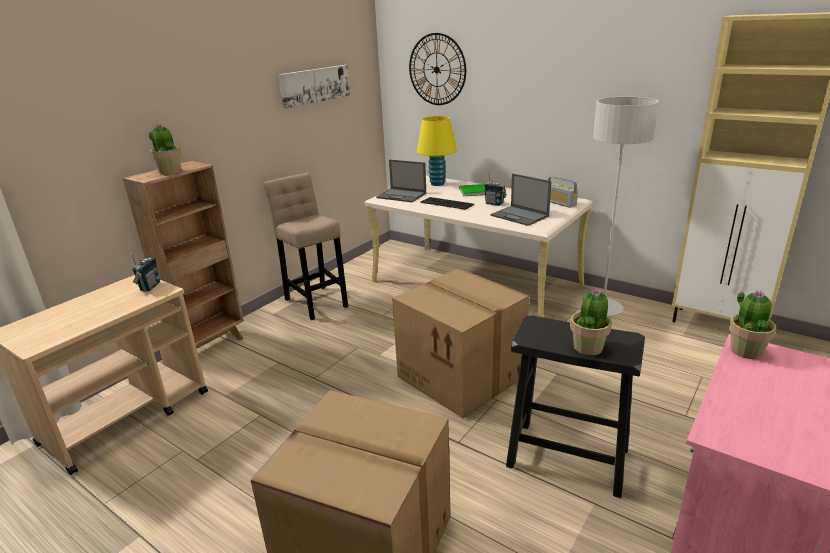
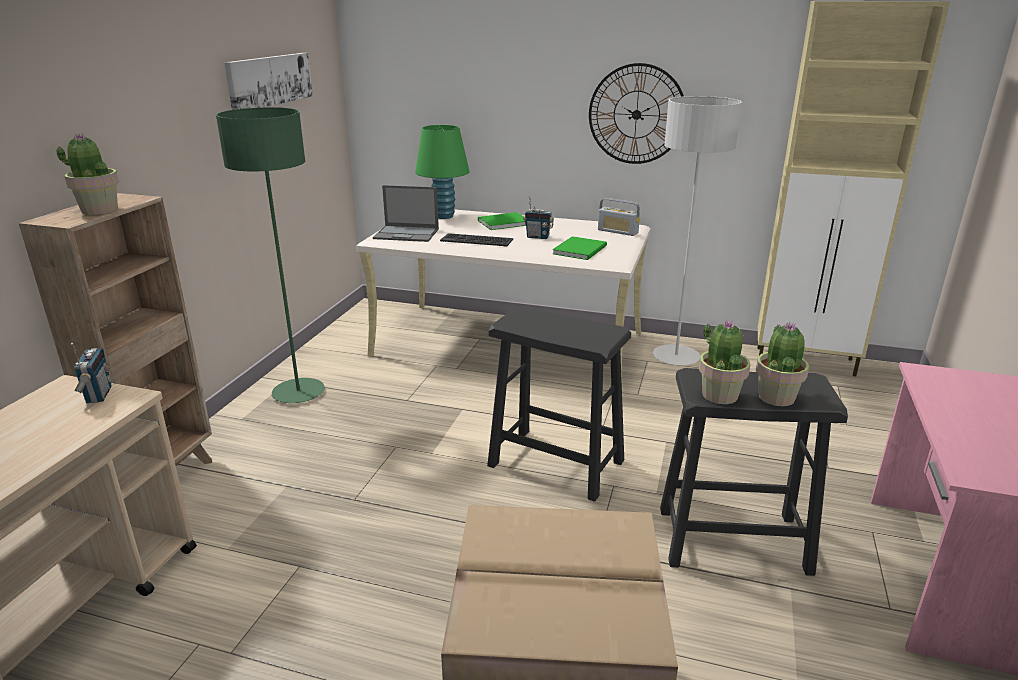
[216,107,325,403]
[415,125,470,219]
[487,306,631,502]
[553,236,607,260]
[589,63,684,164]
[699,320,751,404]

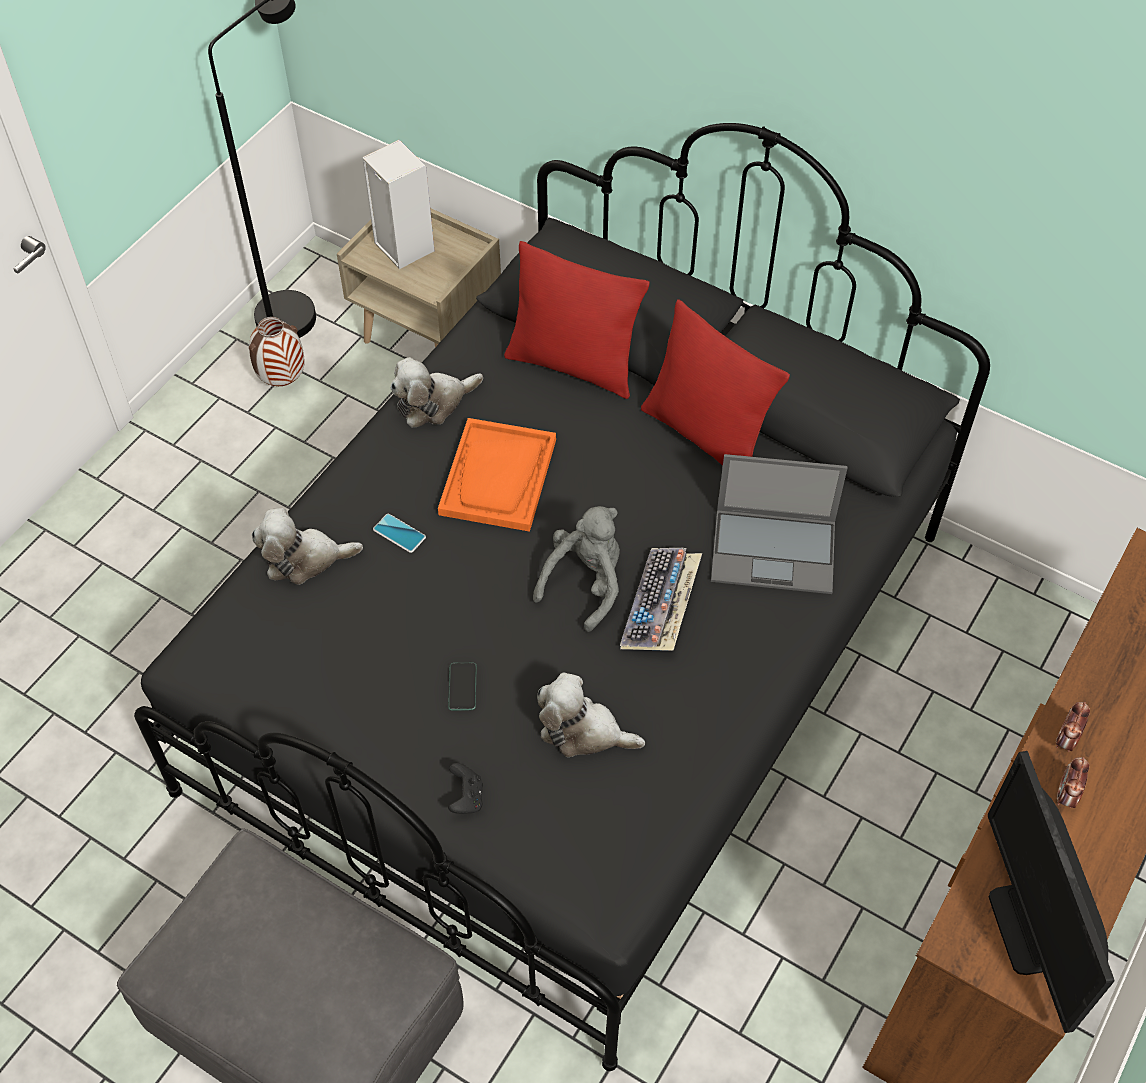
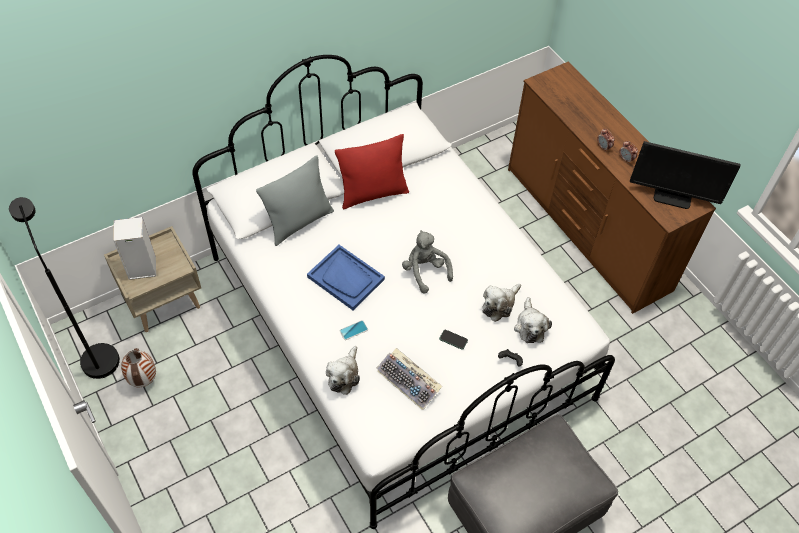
[192,55,615,529]
[256,155,334,246]
[307,245,385,310]
[377,348,442,410]
[514,297,552,343]
[711,454,848,594] (first image)

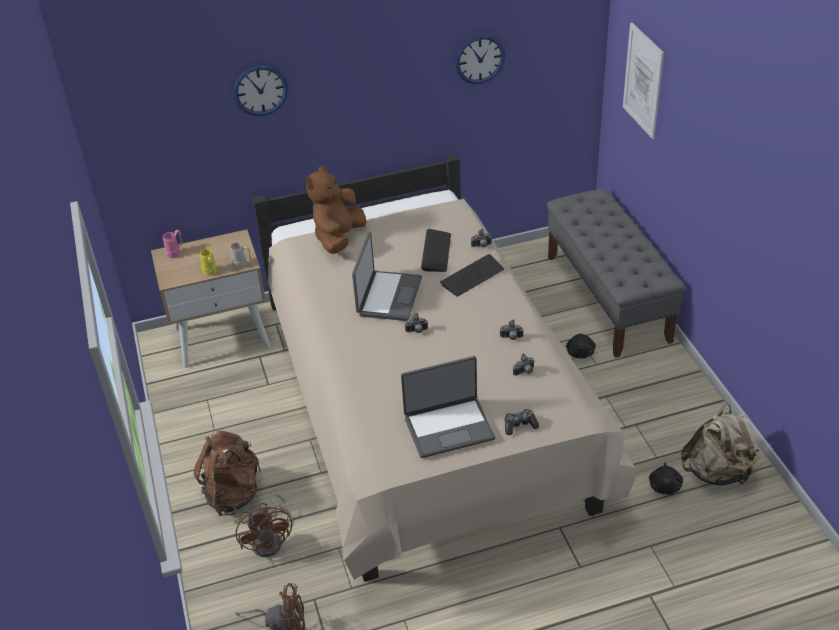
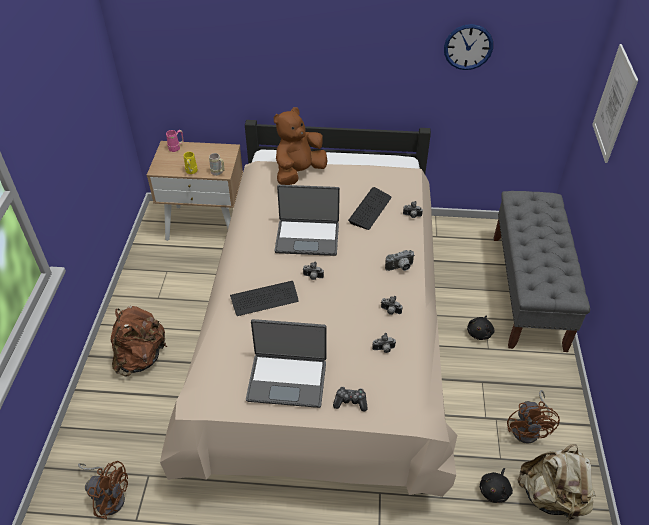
[230,281,299,316]
[275,185,340,256]
[385,250,415,271]
[507,390,560,444]
[234,66,288,116] (first image)

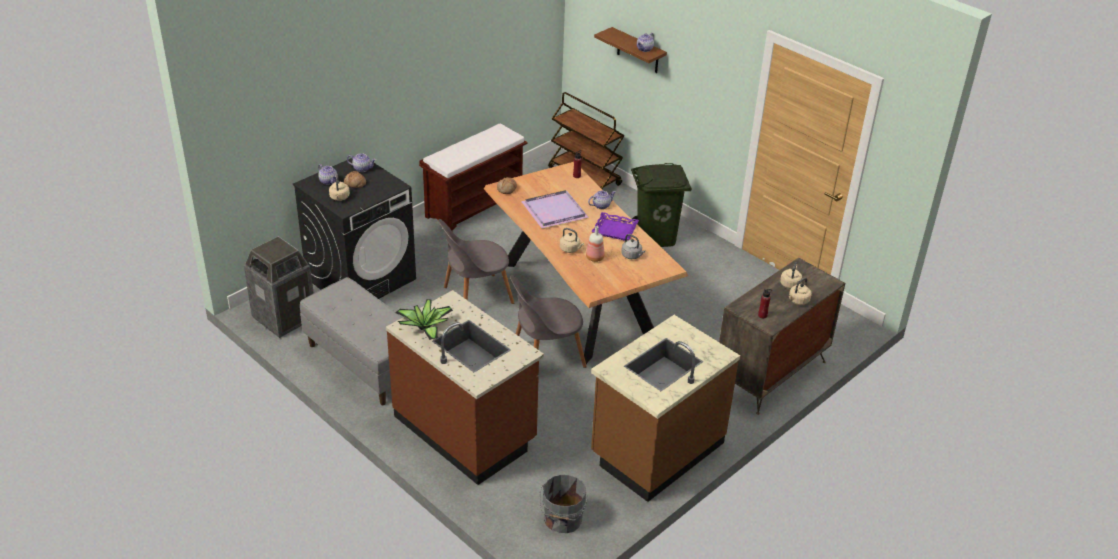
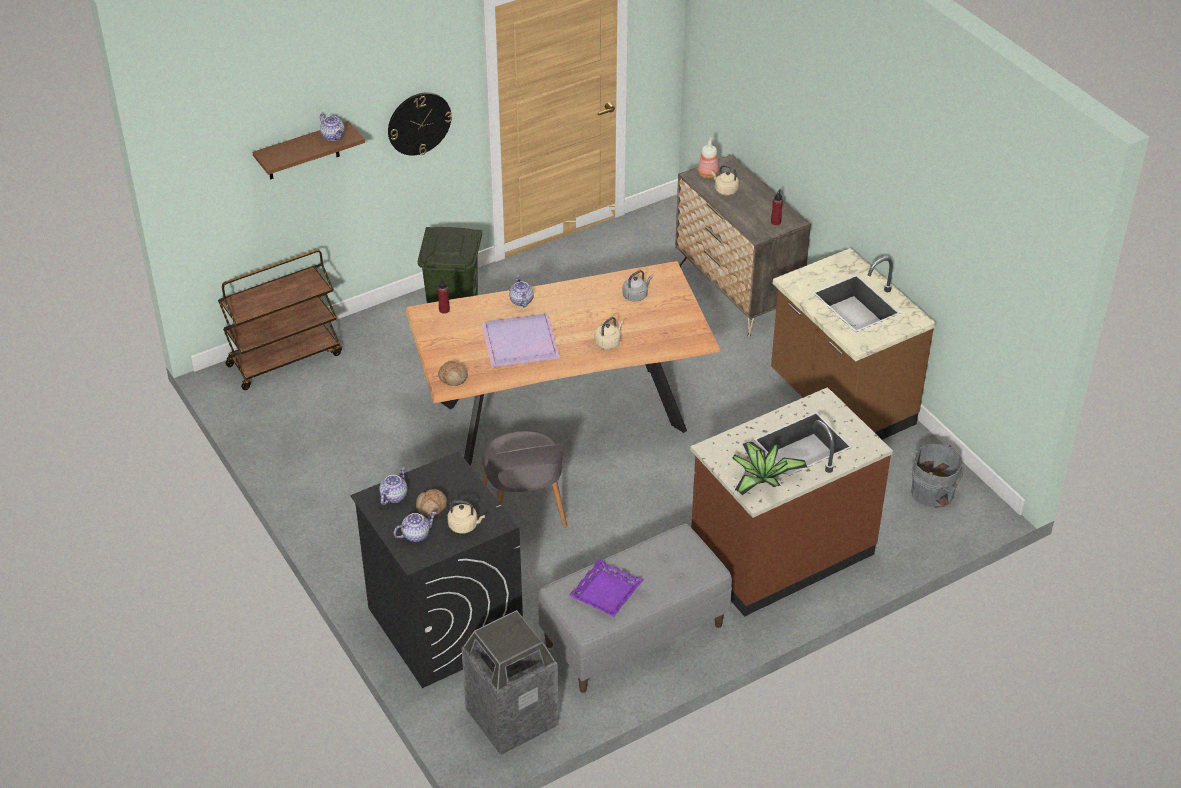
[388,92,452,156]
[568,559,643,617]
[698,137,719,179]
[419,123,528,231] (first image)
[510,275,587,368] (first image)
[789,278,812,305] (first image)

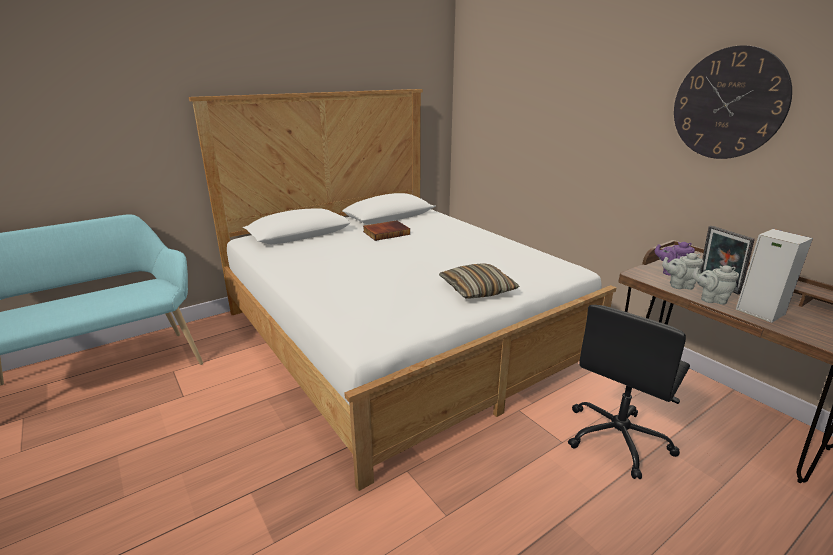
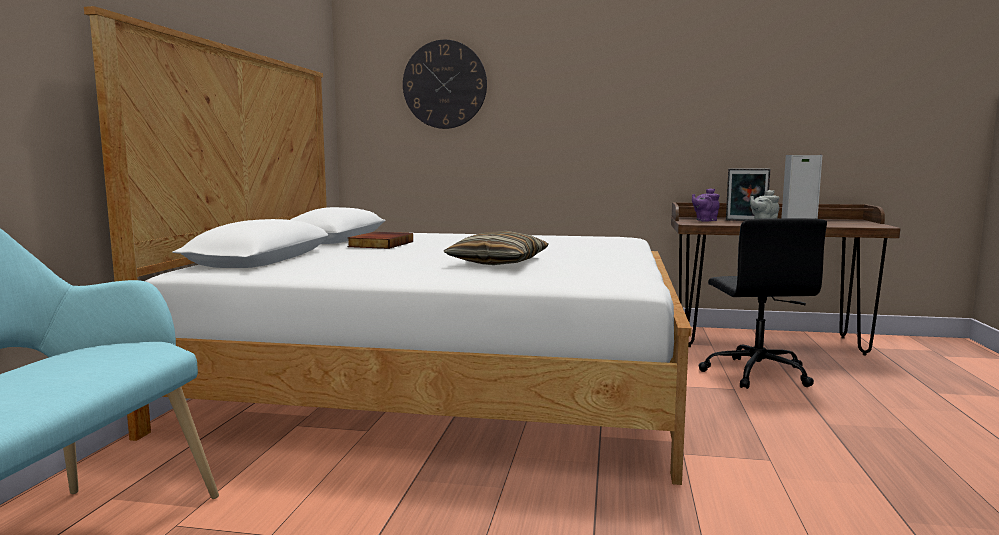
[403,40,487,129]
[443,231,549,265]
[662,253,704,290] (first image)

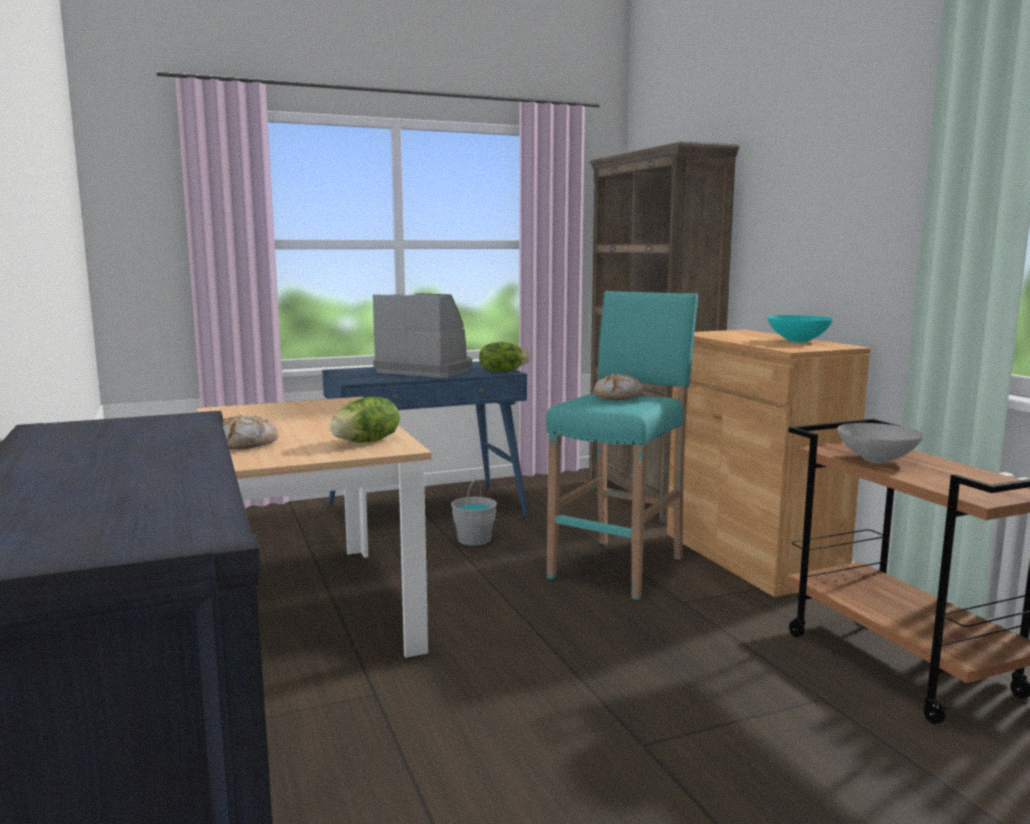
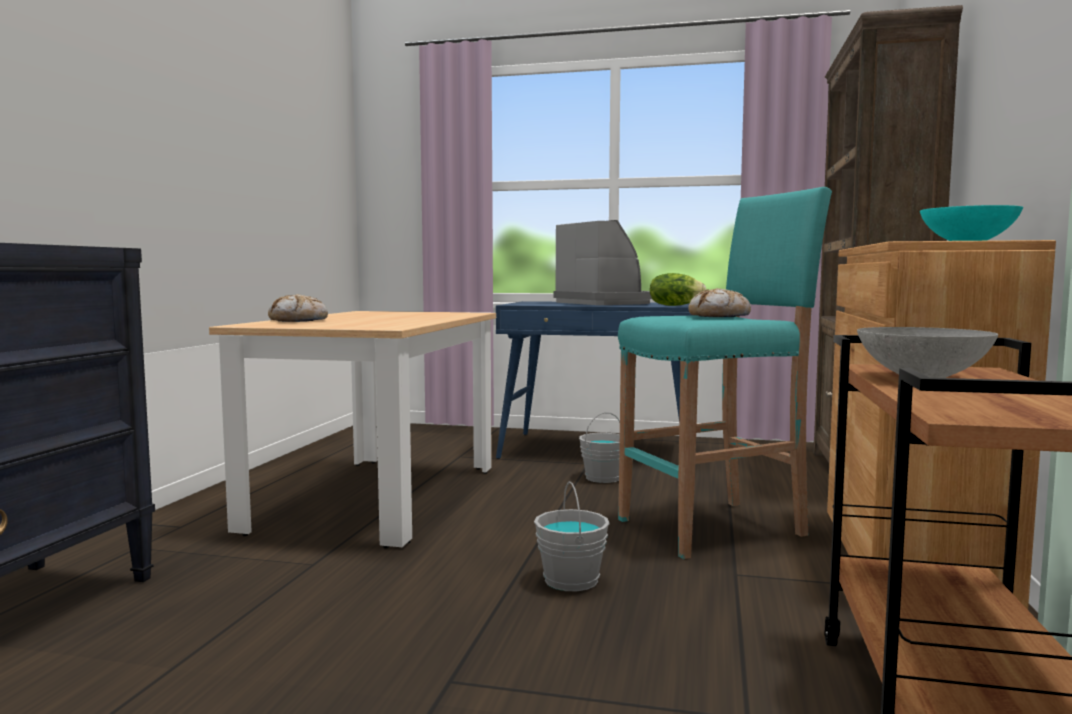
[534,481,610,591]
[330,397,400,443] (first image)

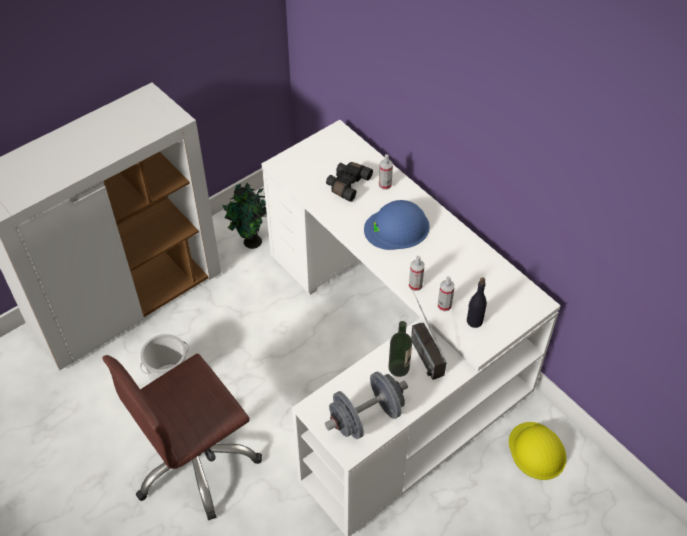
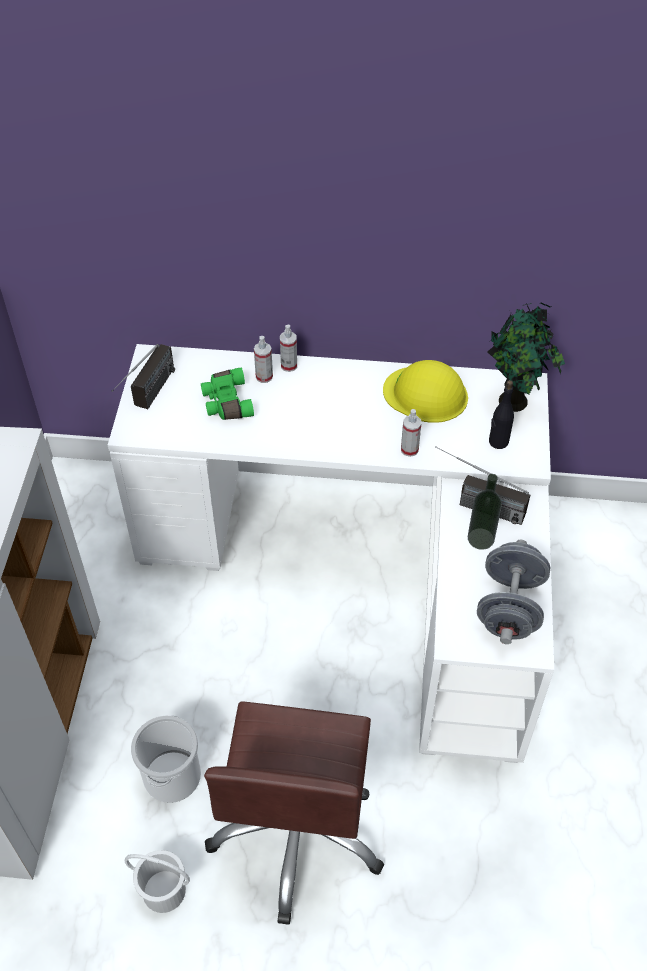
[112,344,175,409]
[125,850,190,913]
[201,367,254,420]
[280,325,297,372]
[383,360,468,423]
[488,303,565,412]
[364,200,430,250] (first image)

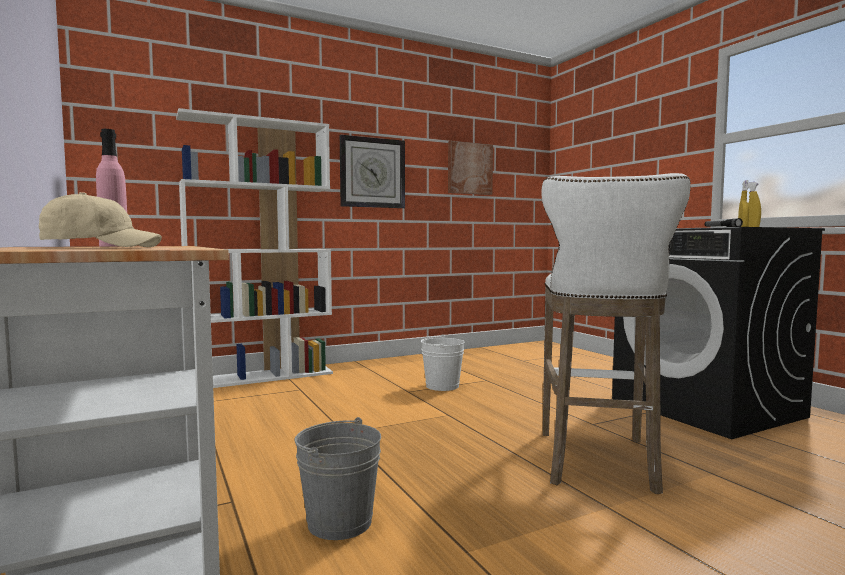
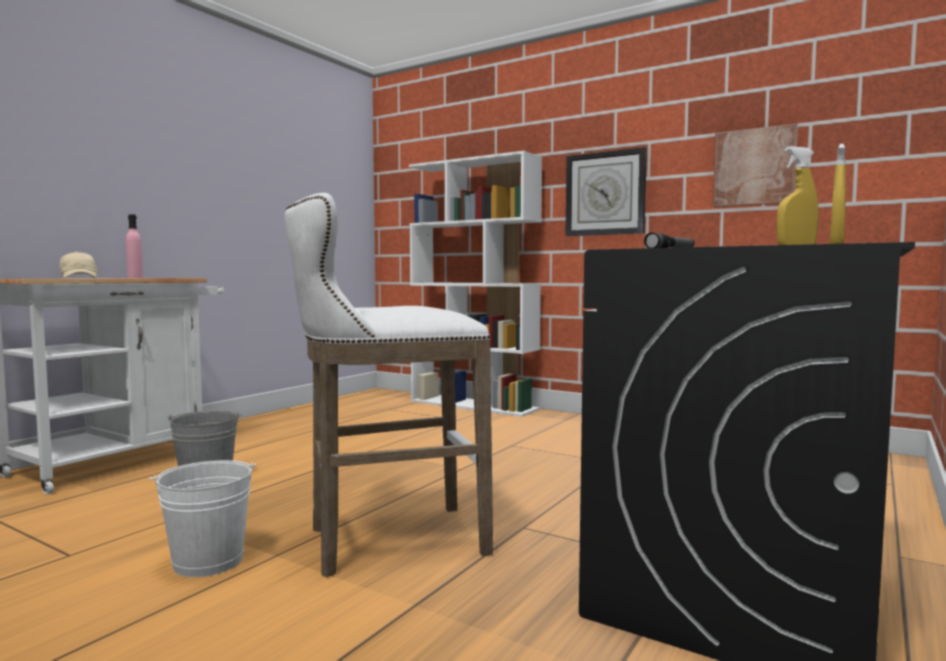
[149,460,256,577]

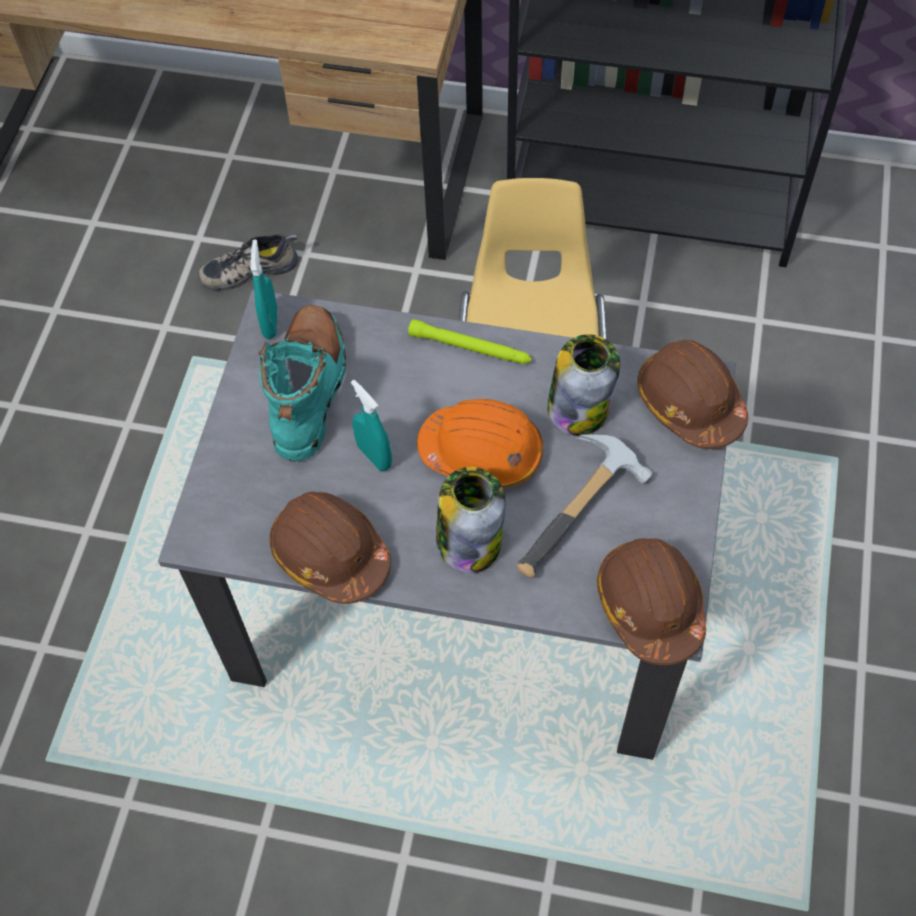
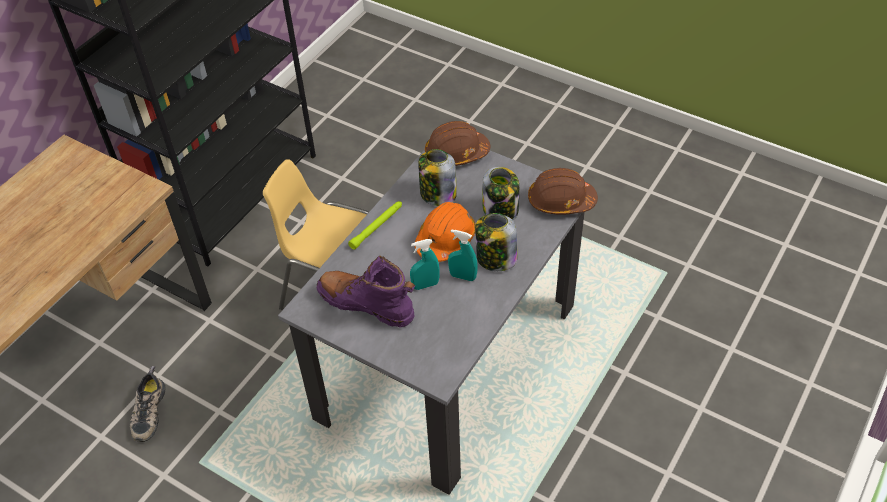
[317,256,415,328]
[448,229,478,281]
[482,167,519,220]
[269,491,391,604] (first image)

